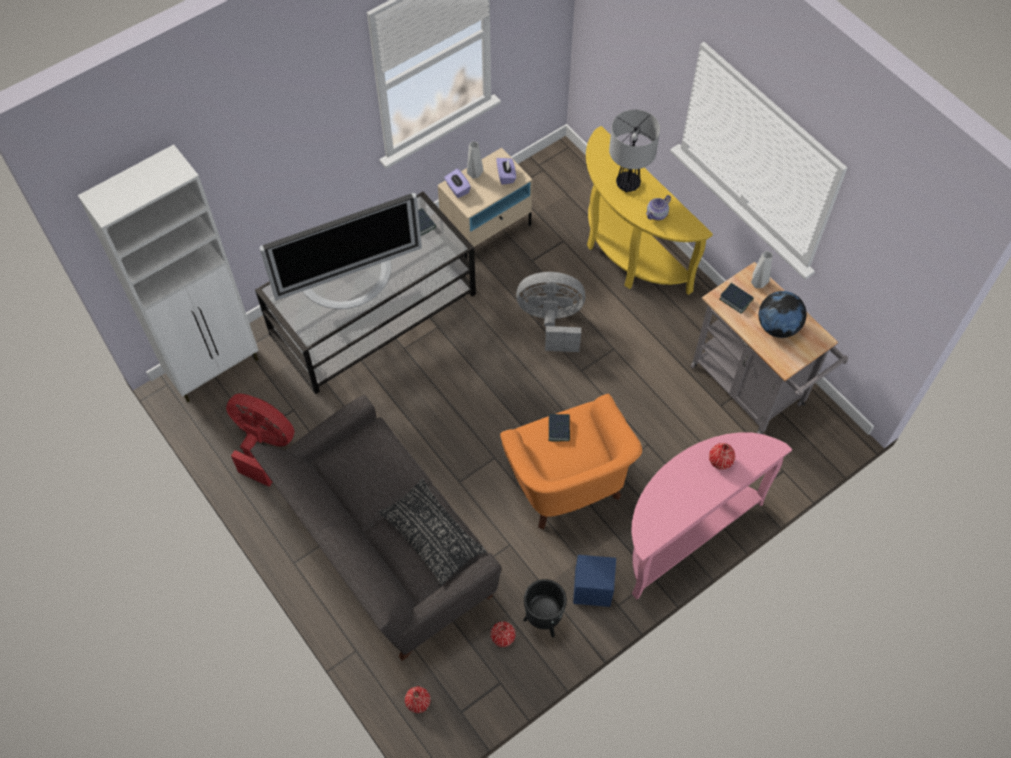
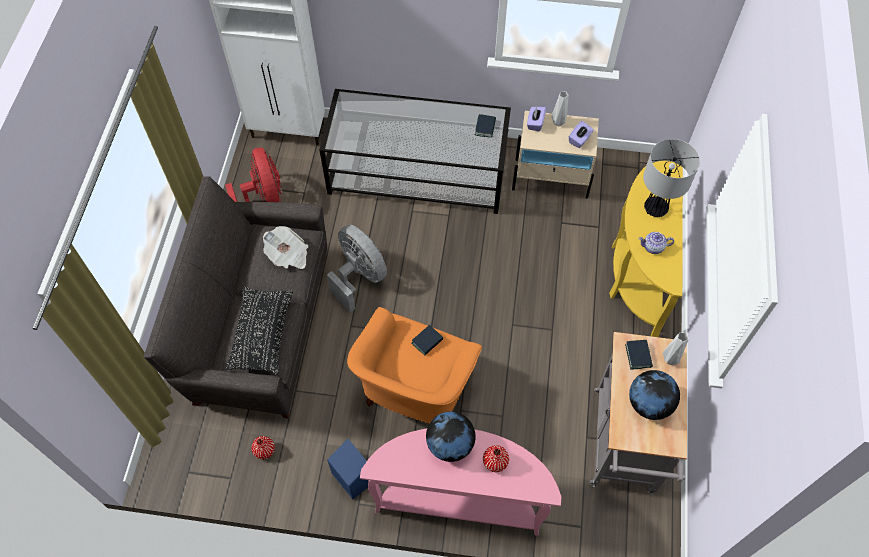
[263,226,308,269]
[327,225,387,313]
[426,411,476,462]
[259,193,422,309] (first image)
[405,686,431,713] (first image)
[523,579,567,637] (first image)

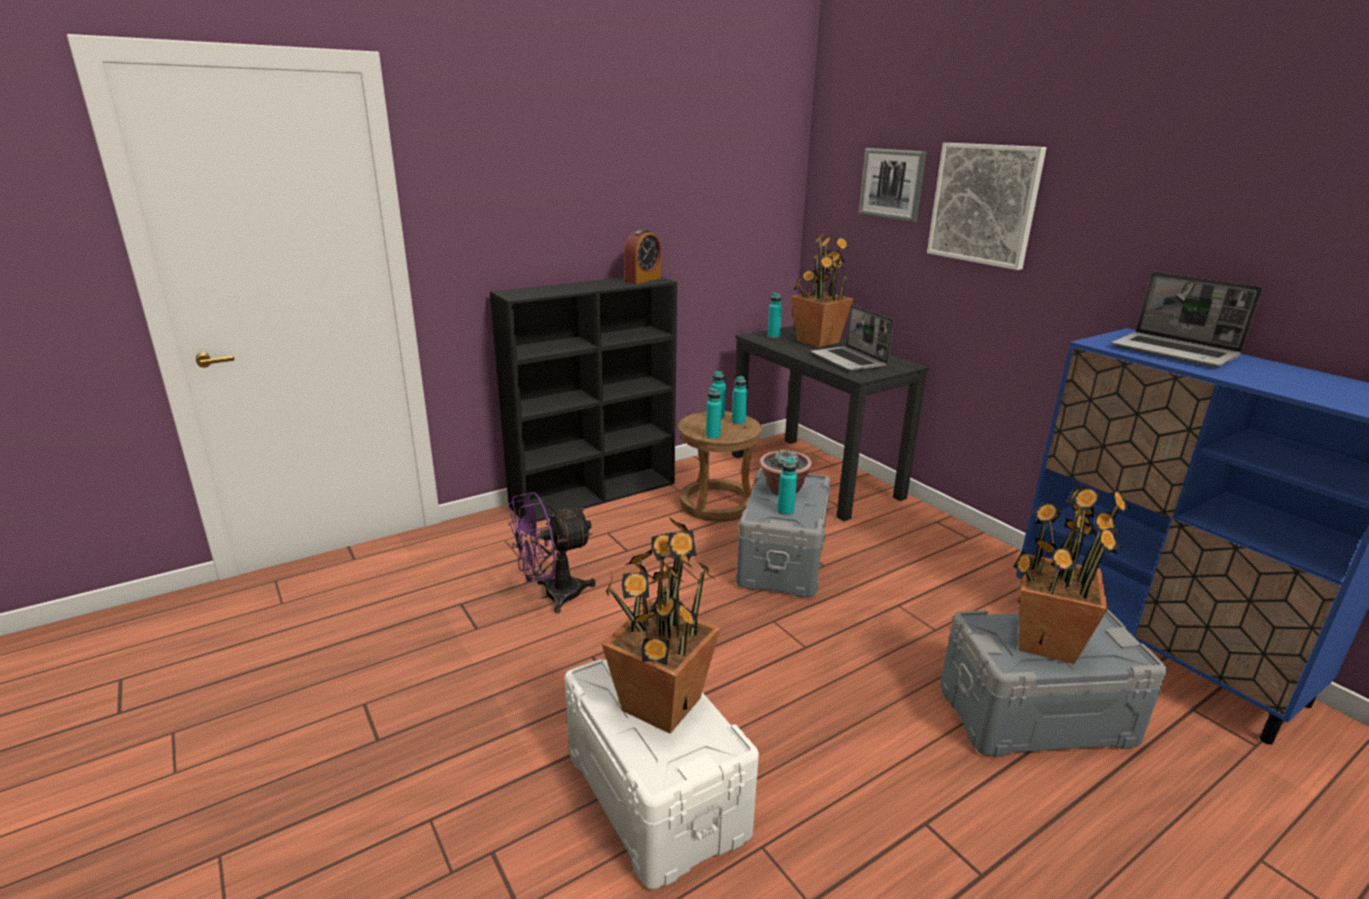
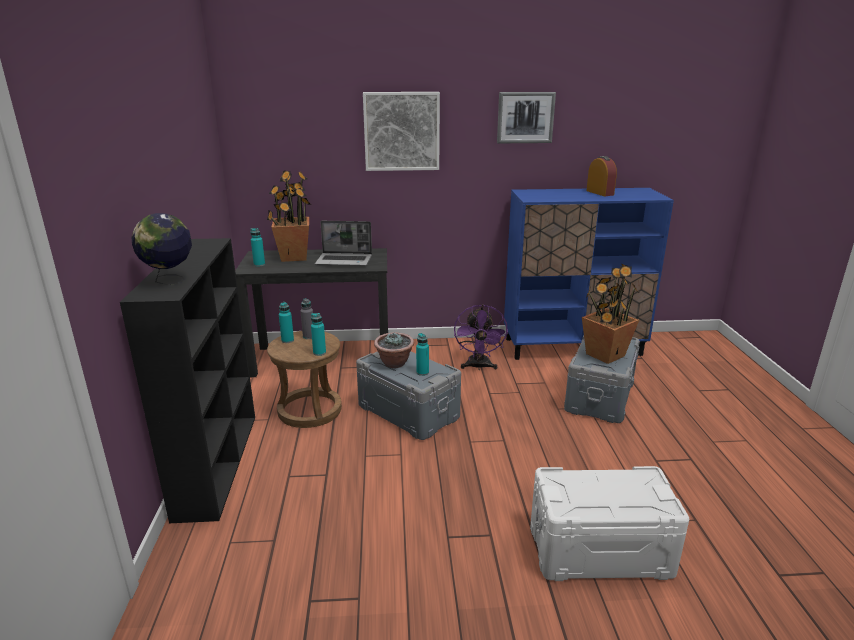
[132,213,192,286]
[301,298,313,339]
[454,304,508,370]
[497,92,556,143]
[586,156,617,196]
[602,517,721,734] (first image)
[1112,272,1262,367] (first image)

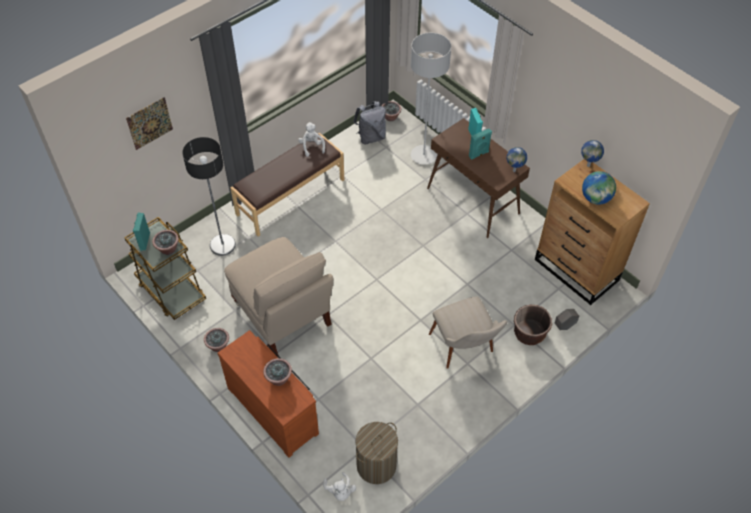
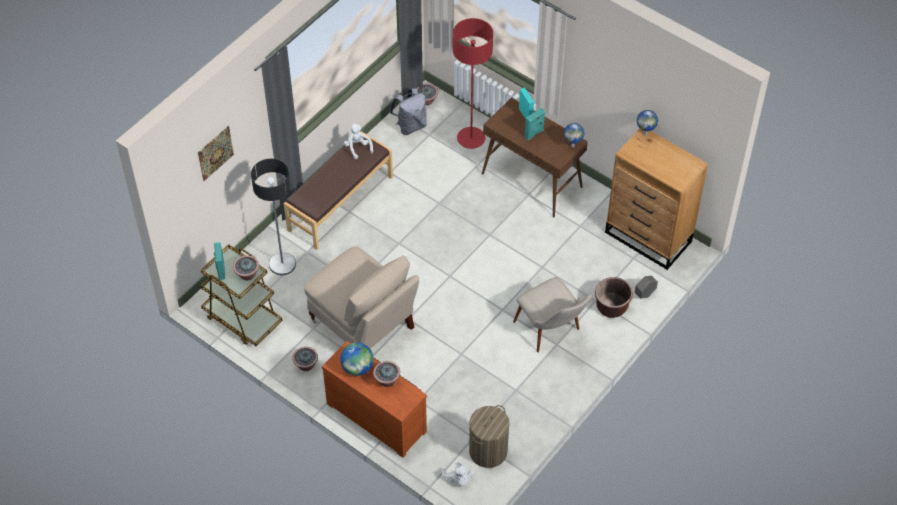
[340,343,374,376]
[453,18,493,149]

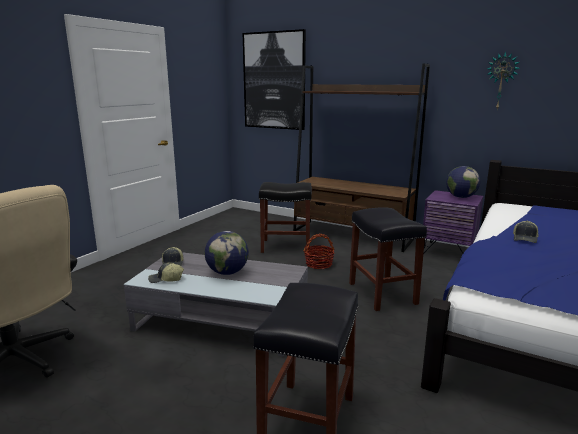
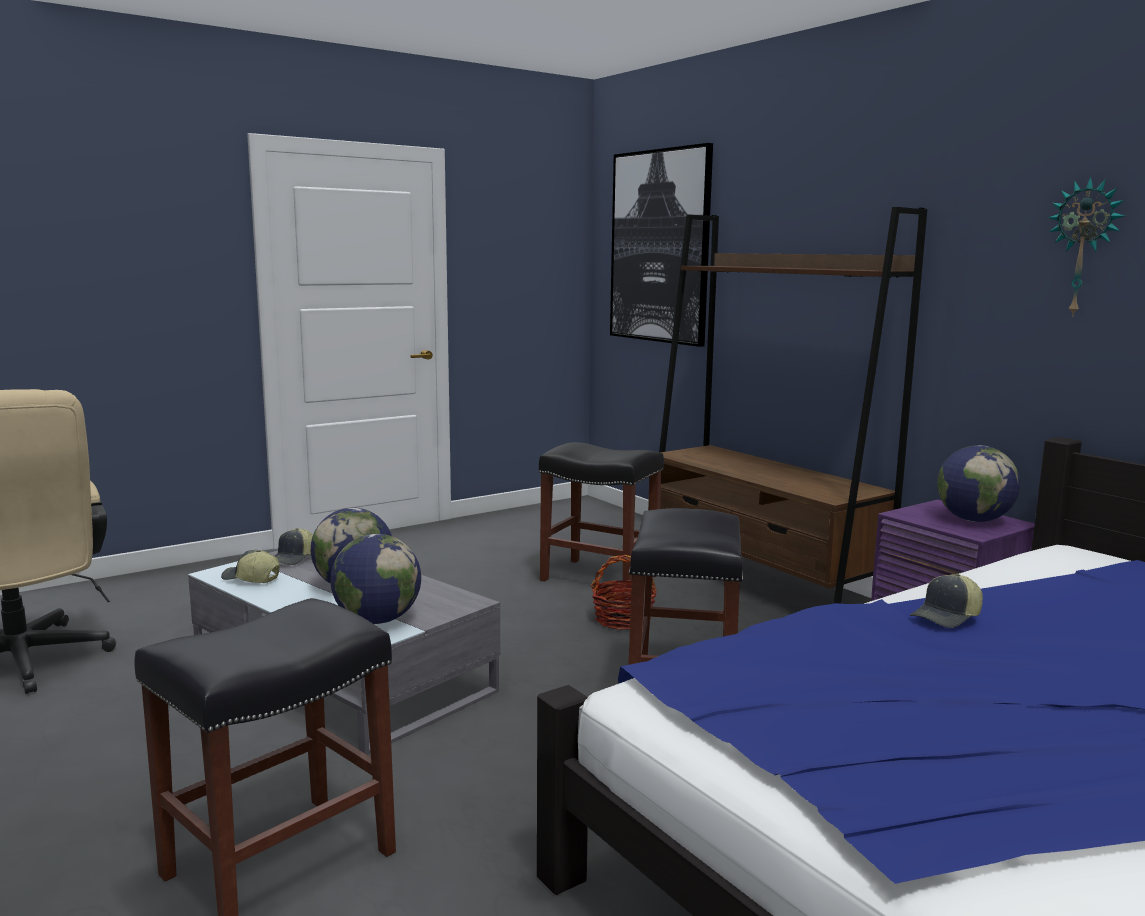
[330,534,421,624]

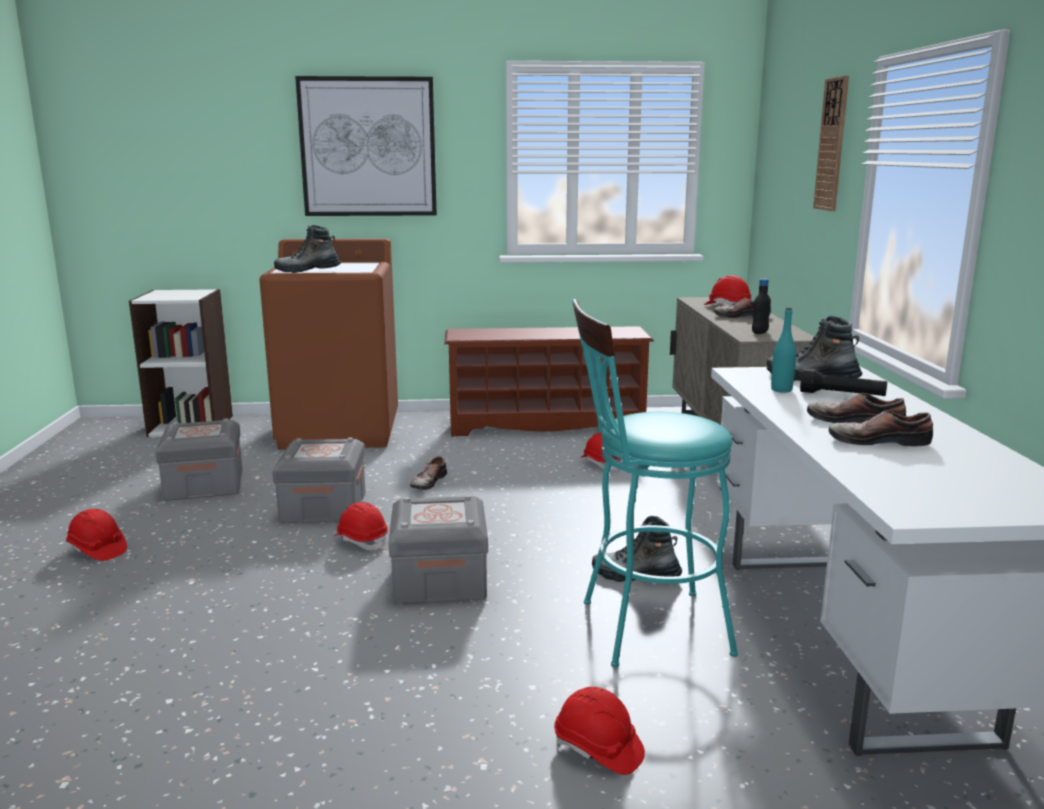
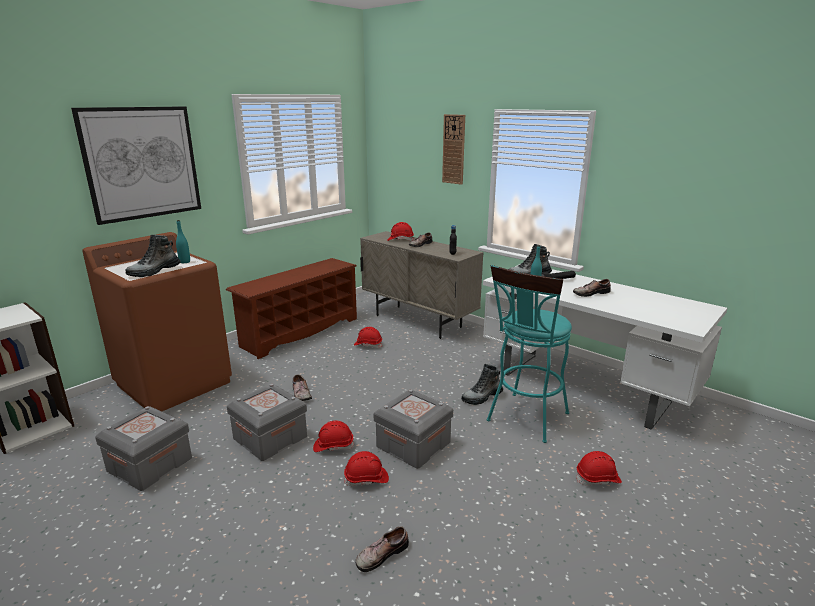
[176,220,190,263]
[344,451,389,486]
[355,526,409,572]

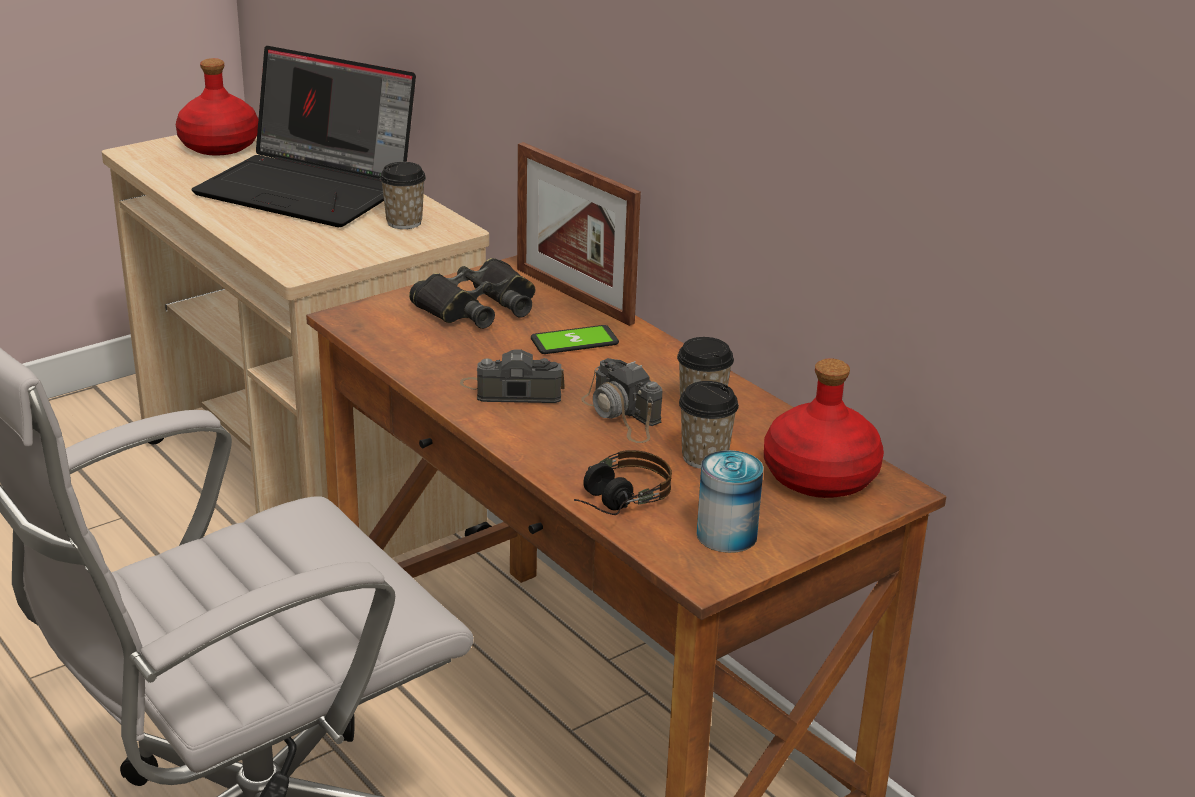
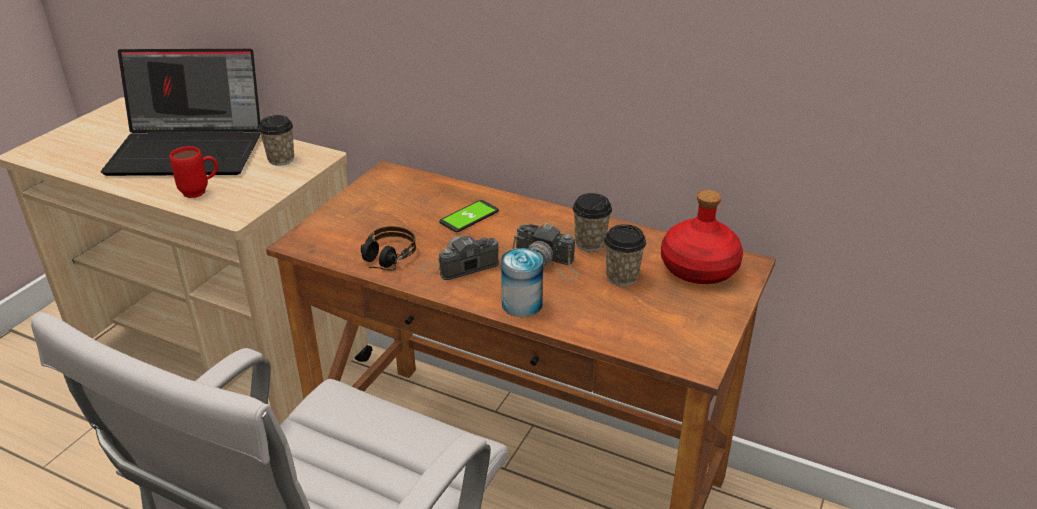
[170,146,218,198]
[361,226,416,271]
[501,248,543,317]
[176,58,258,155] (first image)
[409,258,535,329] (first image)
[517,142,641,326] (first image)

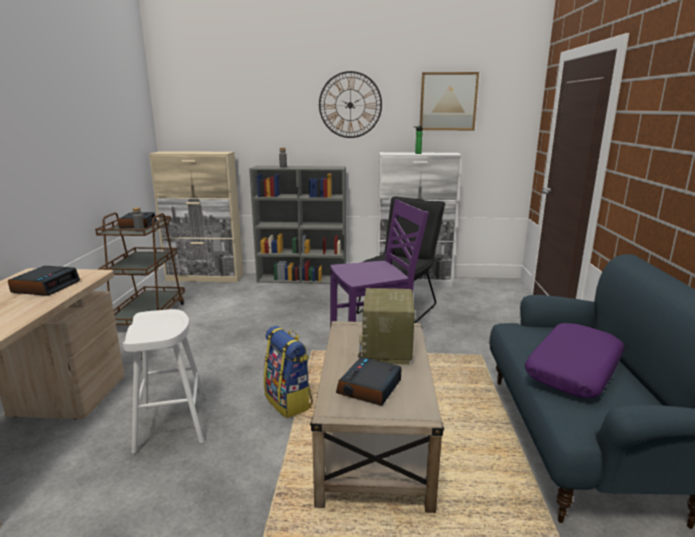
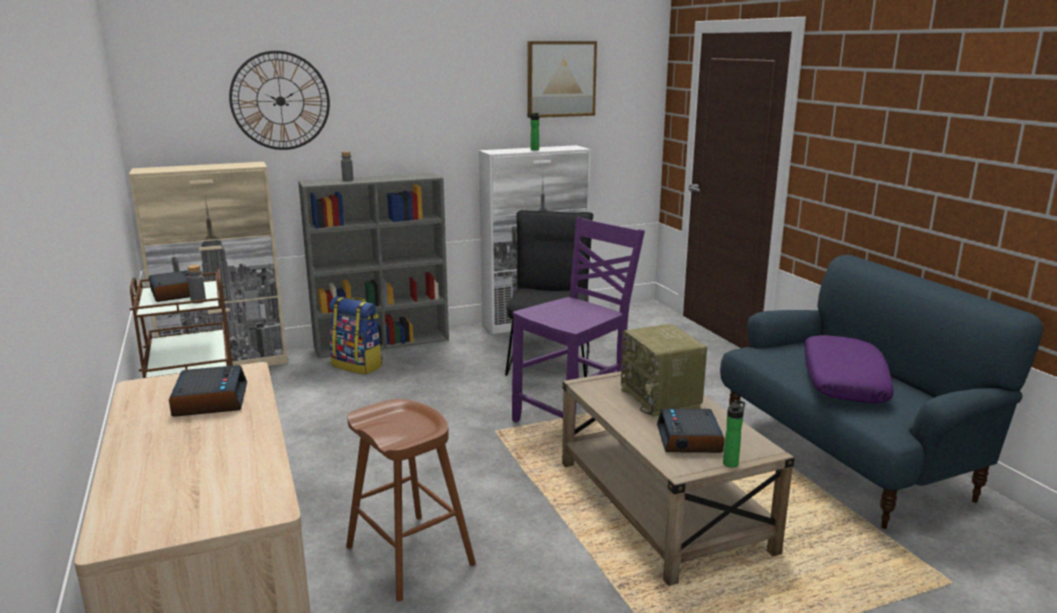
[229,51,330,150]
[329,297,383,375]
[346,399,476,602]
[723,400,745,468]

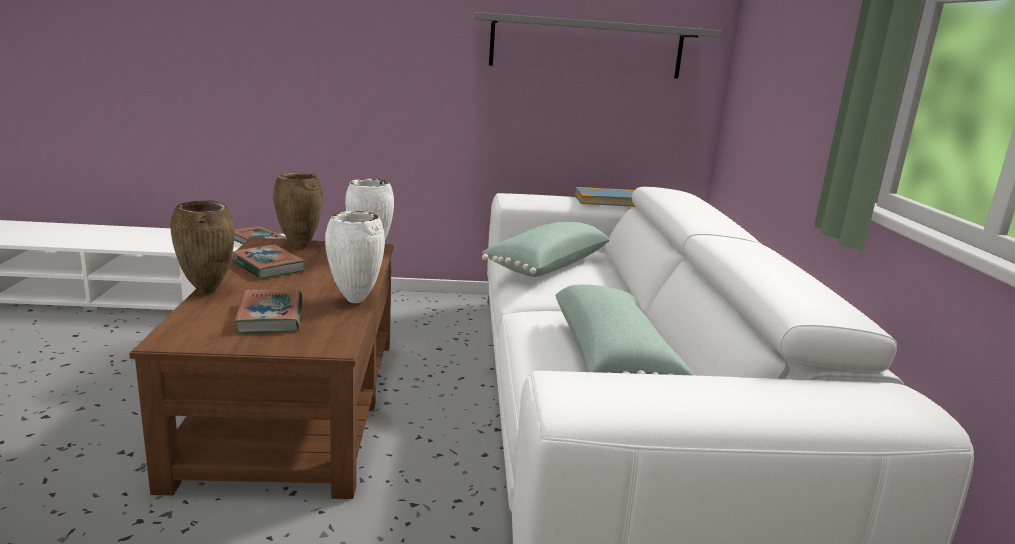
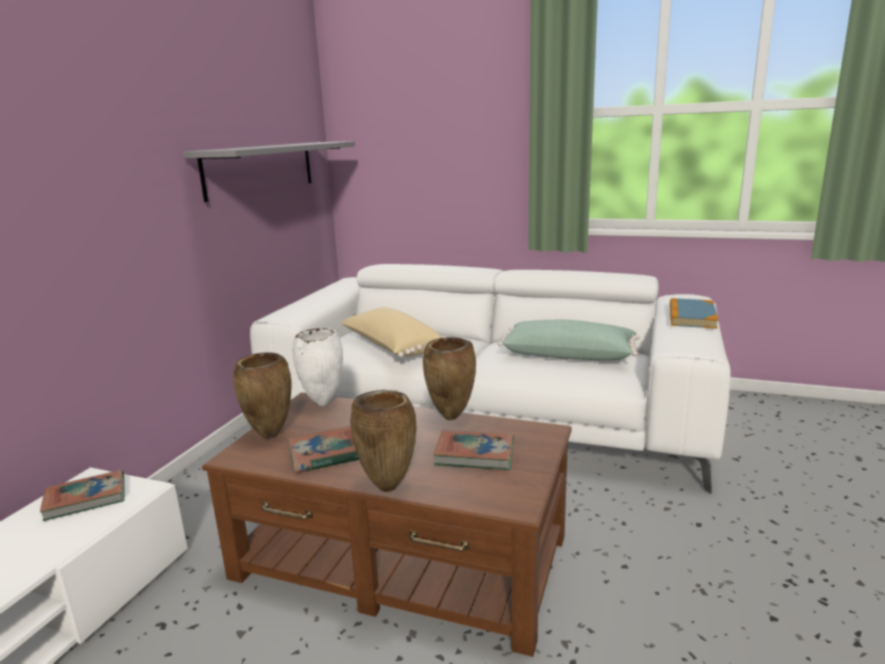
[341,307,442,357]
[423,337,476,420]
[670,298,718,328]

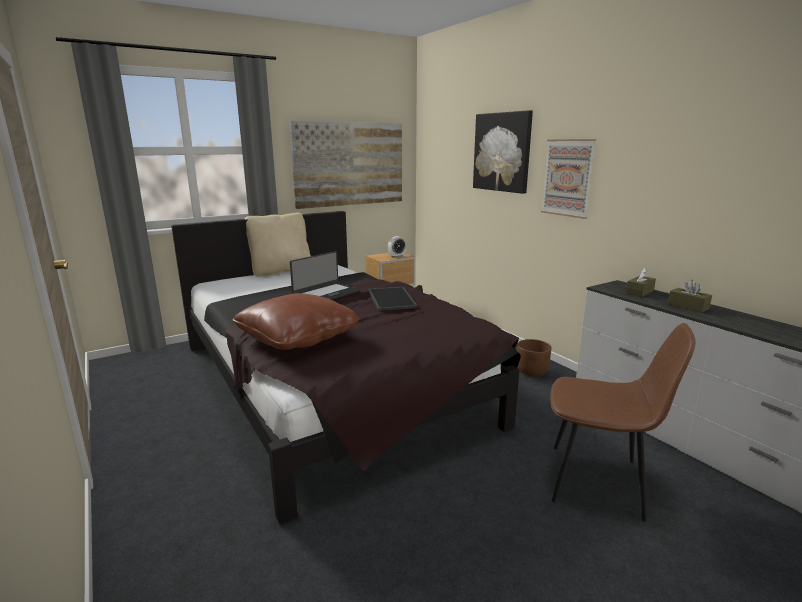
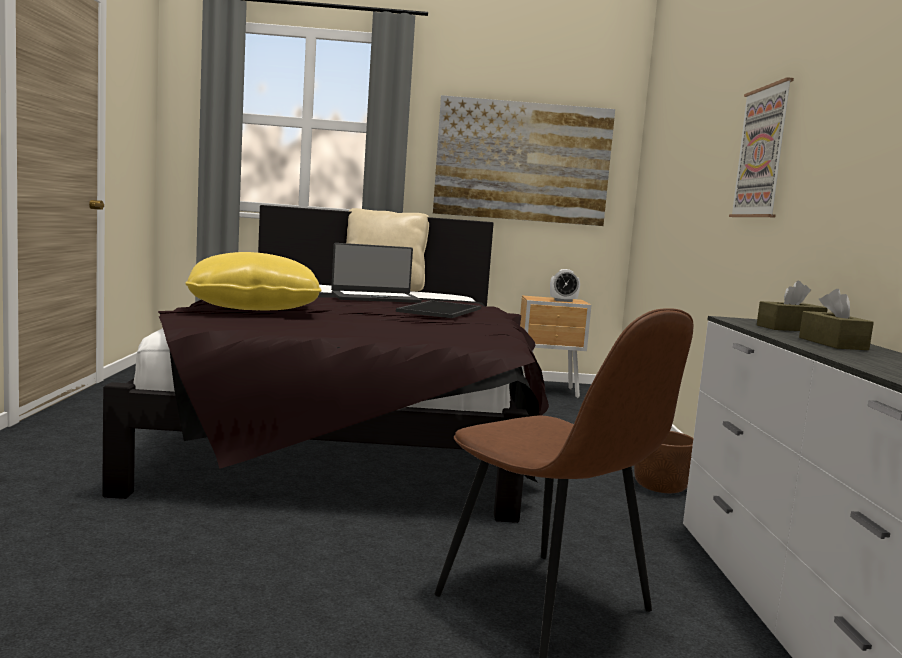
[185,252,322,311]
[473,110,533,194] (first image)

